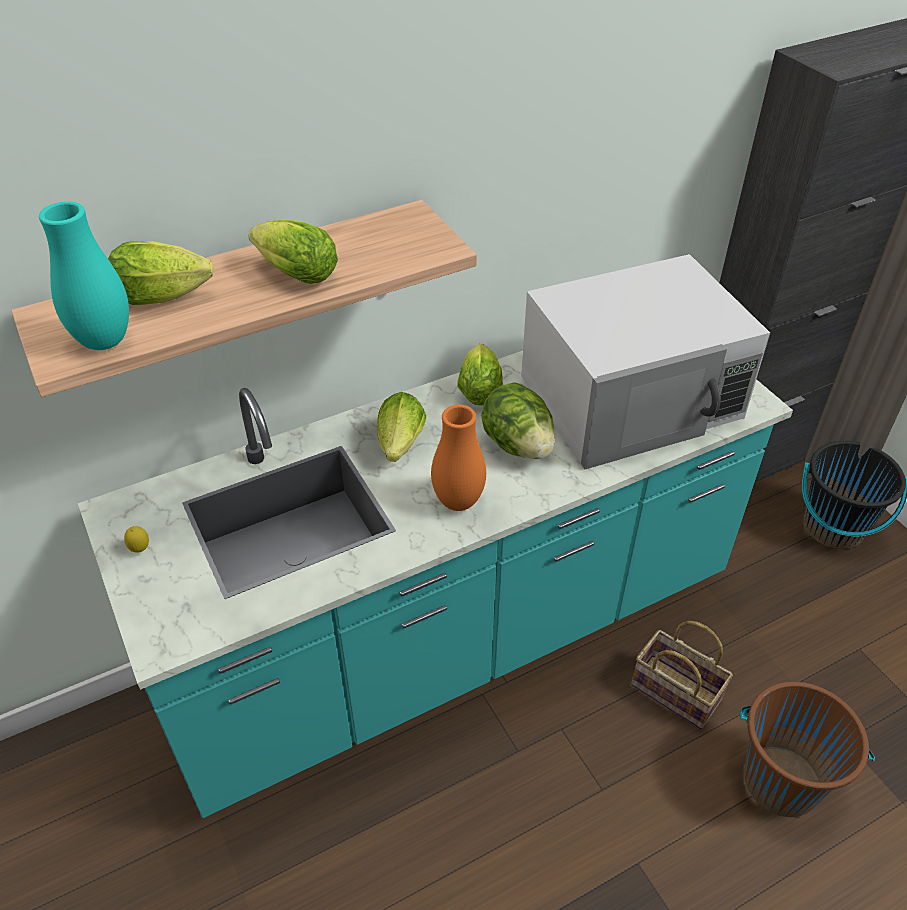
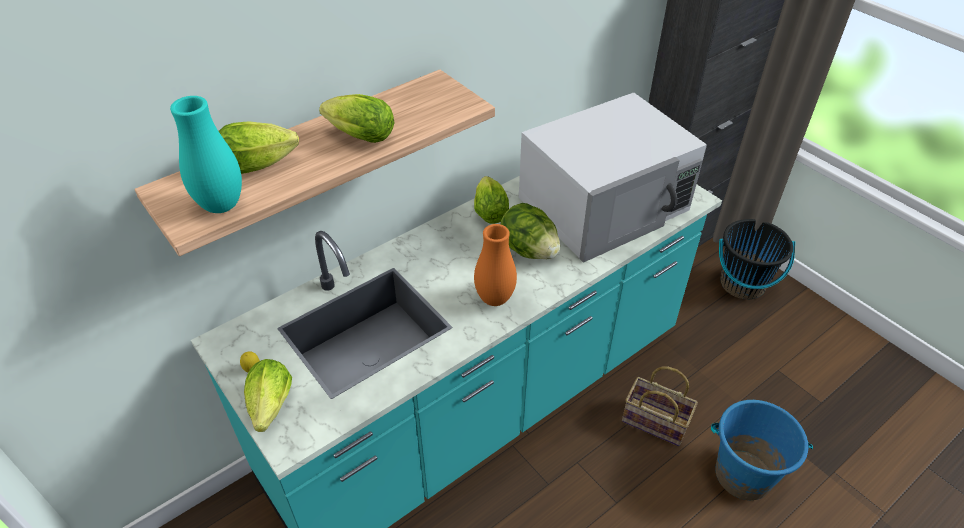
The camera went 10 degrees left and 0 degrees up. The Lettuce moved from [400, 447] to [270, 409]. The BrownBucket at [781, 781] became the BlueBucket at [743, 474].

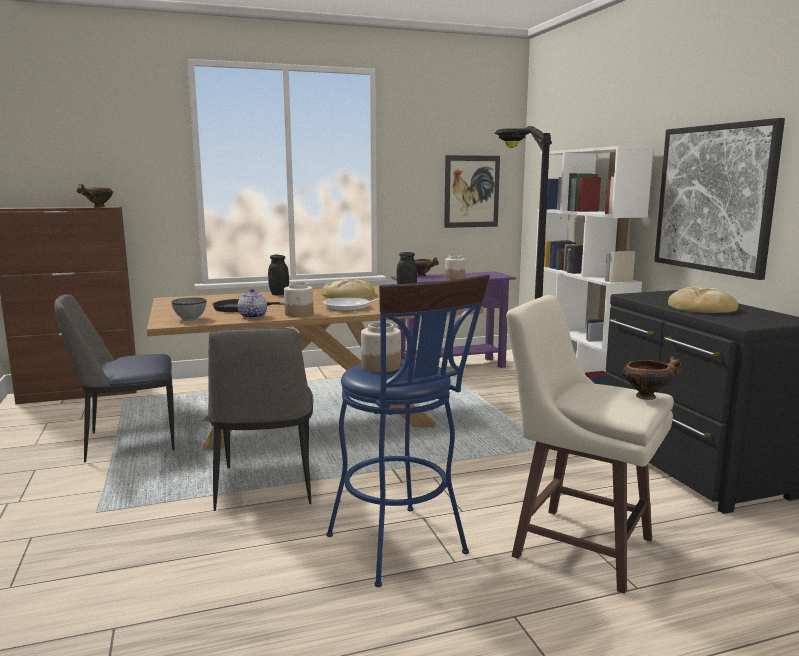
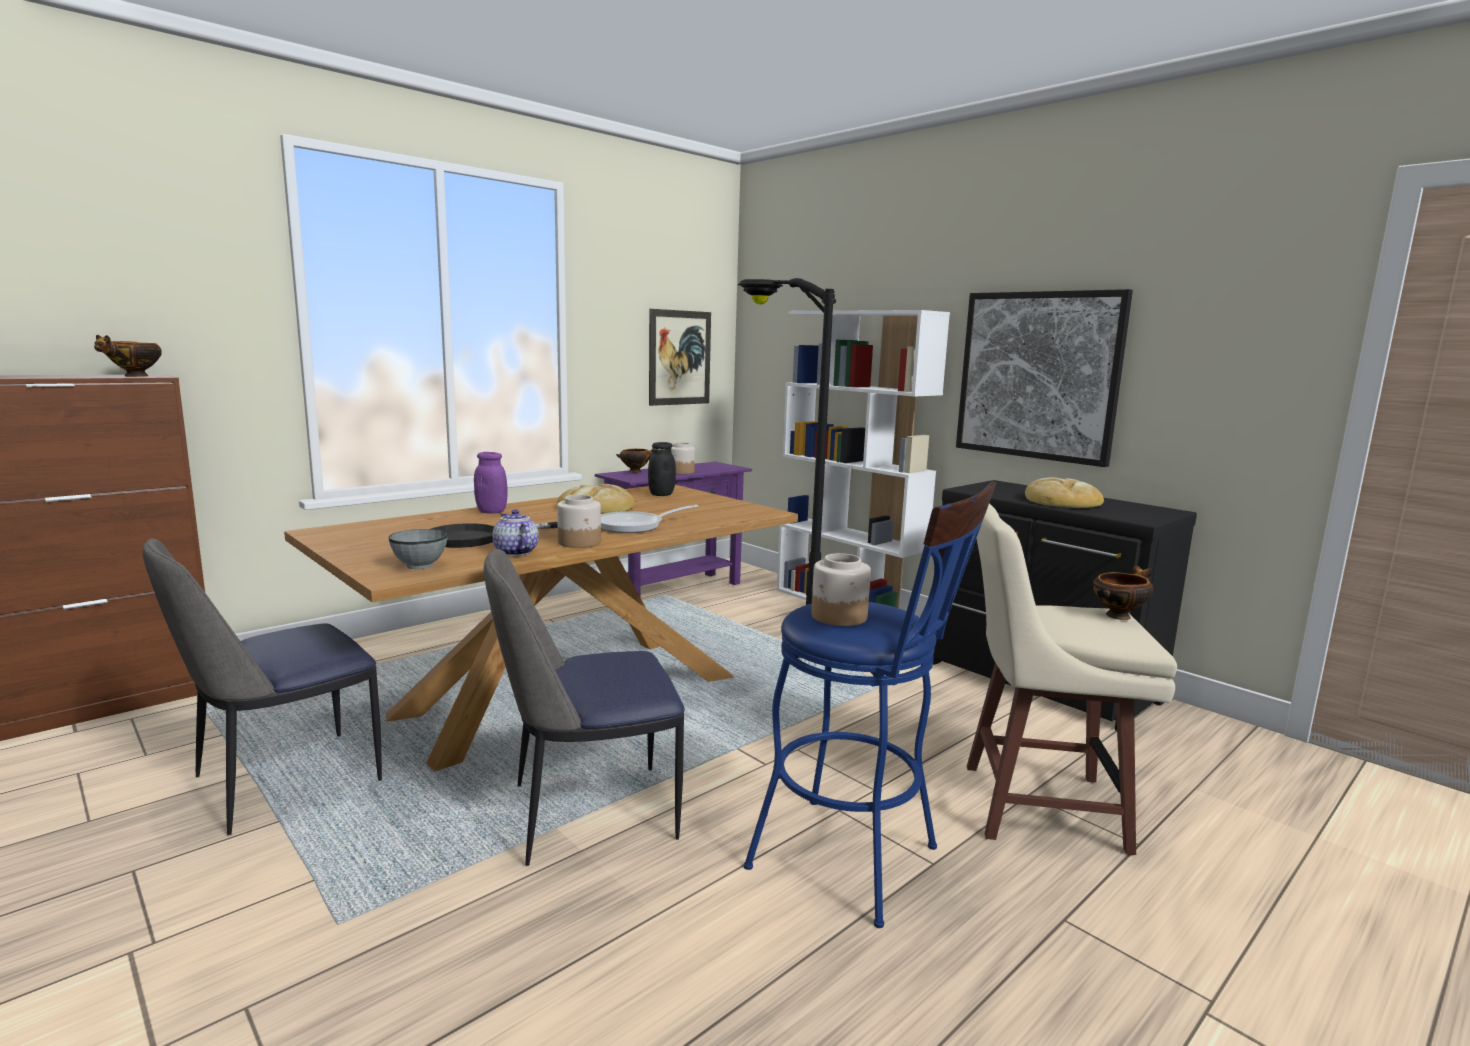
The camera went 25 degrees left and 0 degrees up. The BlackJar at [279, 294] became the PurpleJar at [491, 511]. The Chair at [265, 487] turned 105 degrees clockwise.

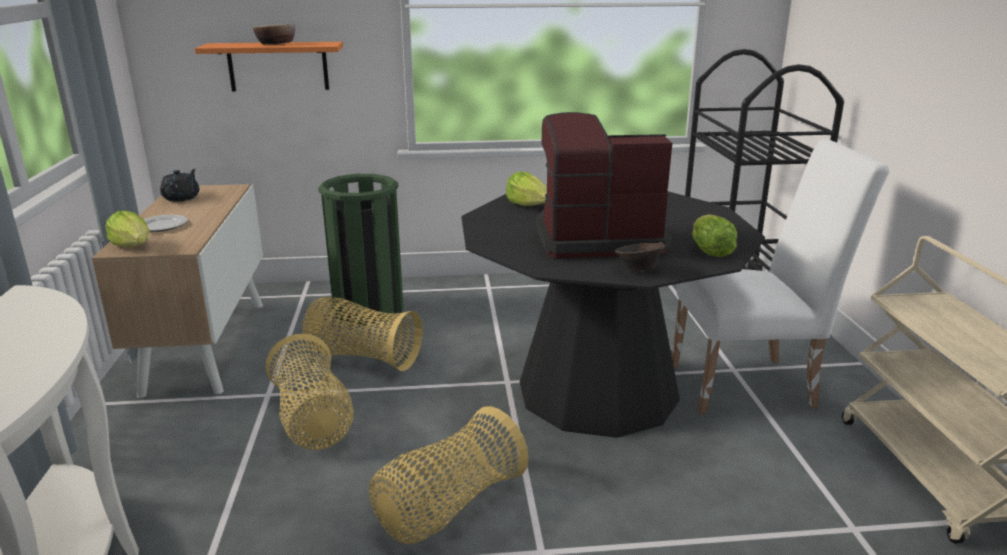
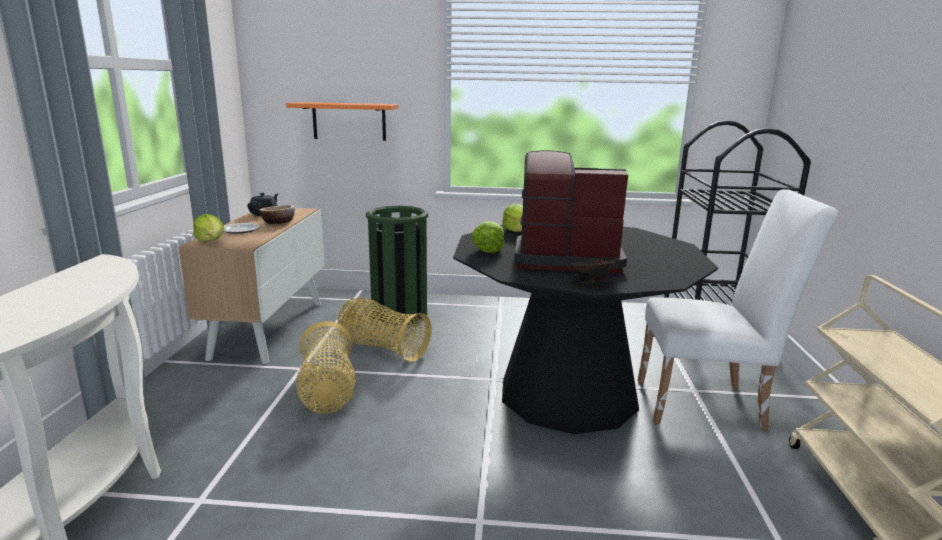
The camera went 10 degrees right and 5 degrees down. The Bowl moved from [276, 44] to [278, 222]. The Lettuce moved from [709, 250] to [488, 249]. The Basket at [448, 507] disappeared.

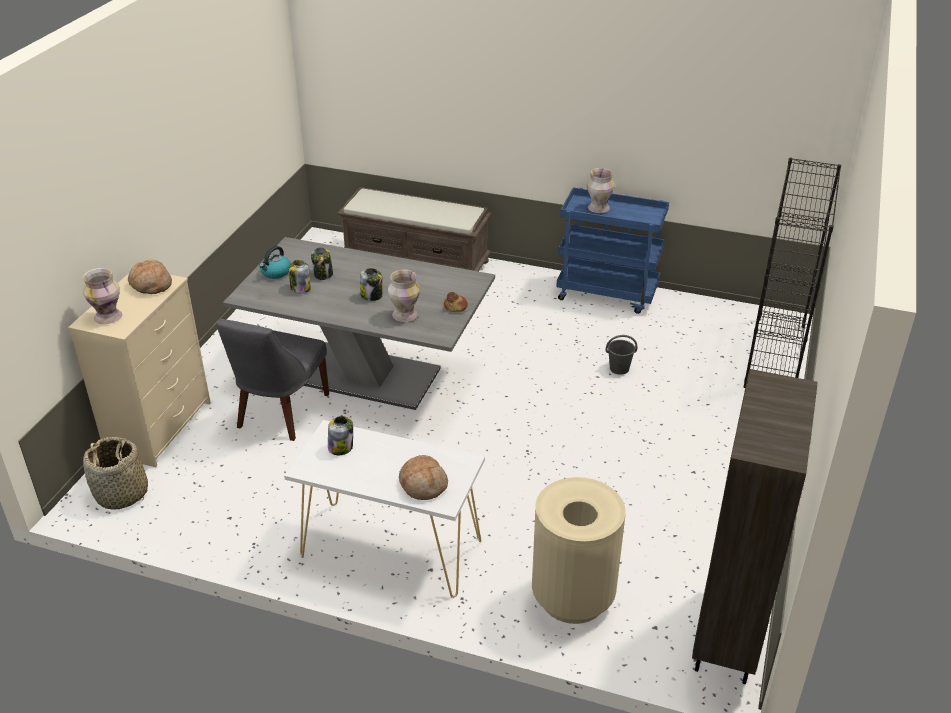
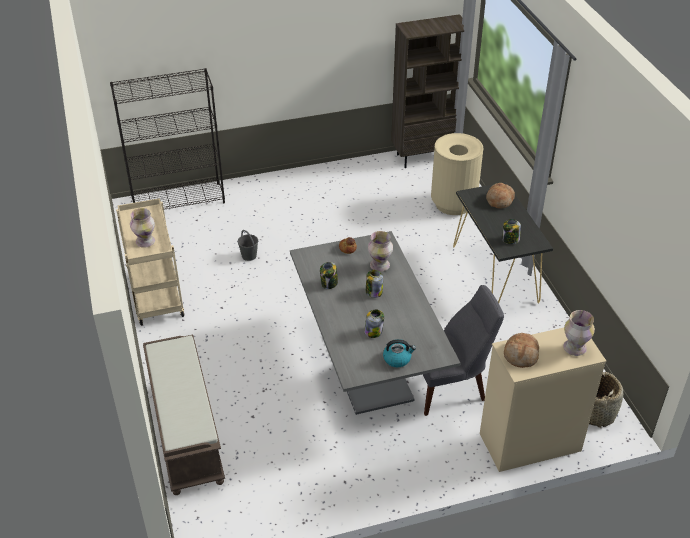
The camera went 125 degrees left and 5 degrees up. The BlueCart at [608, 294] became the BeigeCart at [155, 295]. The Jar moved from [300, 288] to [329, 283]. The WhiteConsoleTable at [390, 548] became the BlackConsoleTable at [495, 274].

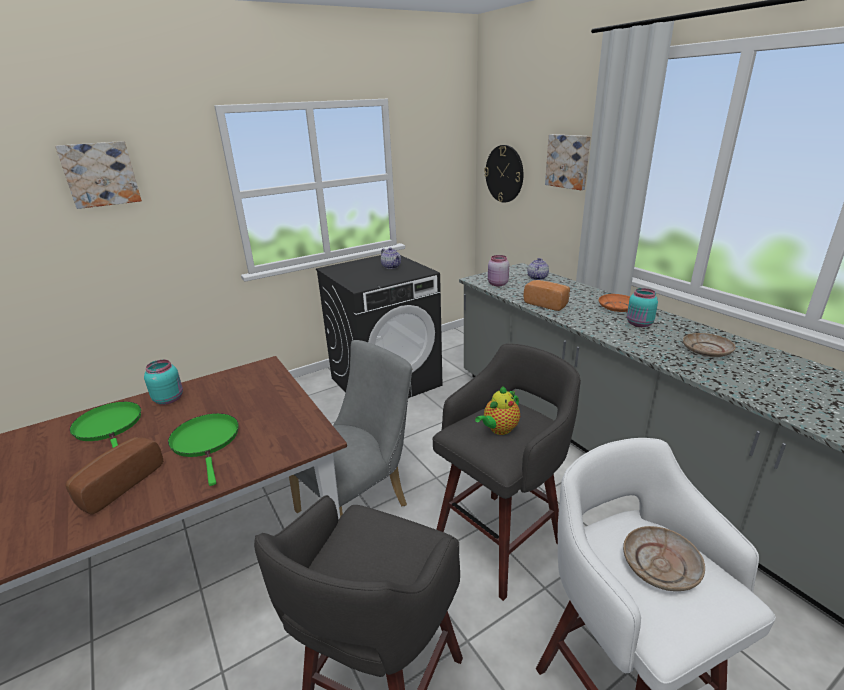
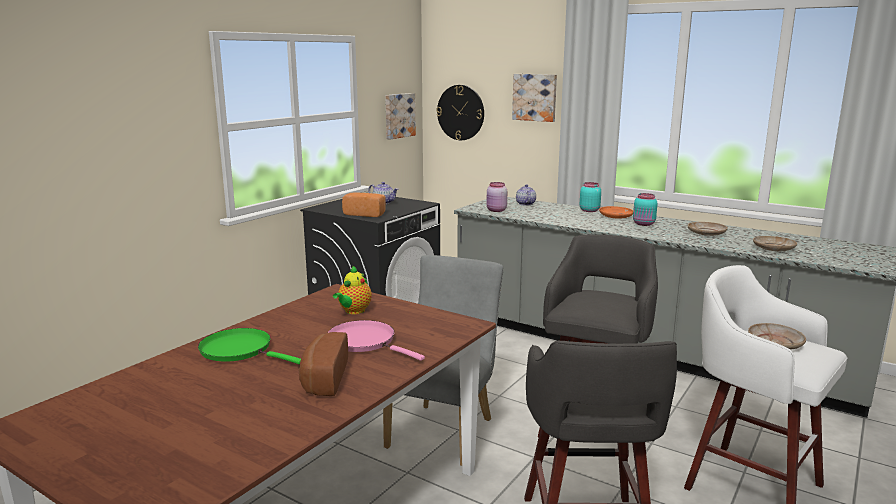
The camera went 25 degrees left and 10 degrees down. The GreenFryingPan at [206, 441] became the PinkFryingPan at [365, 342]. The Teapot moved from [499, 429] to [353, 311]. The Bread moved from [547, 304] to [365, 214]. The Picture moved from [100, 174] to [398, 115]. The TurquoiseJar moved from [169, 399] to [589, 210]. The BeigePlate at [773, 248] appeared.

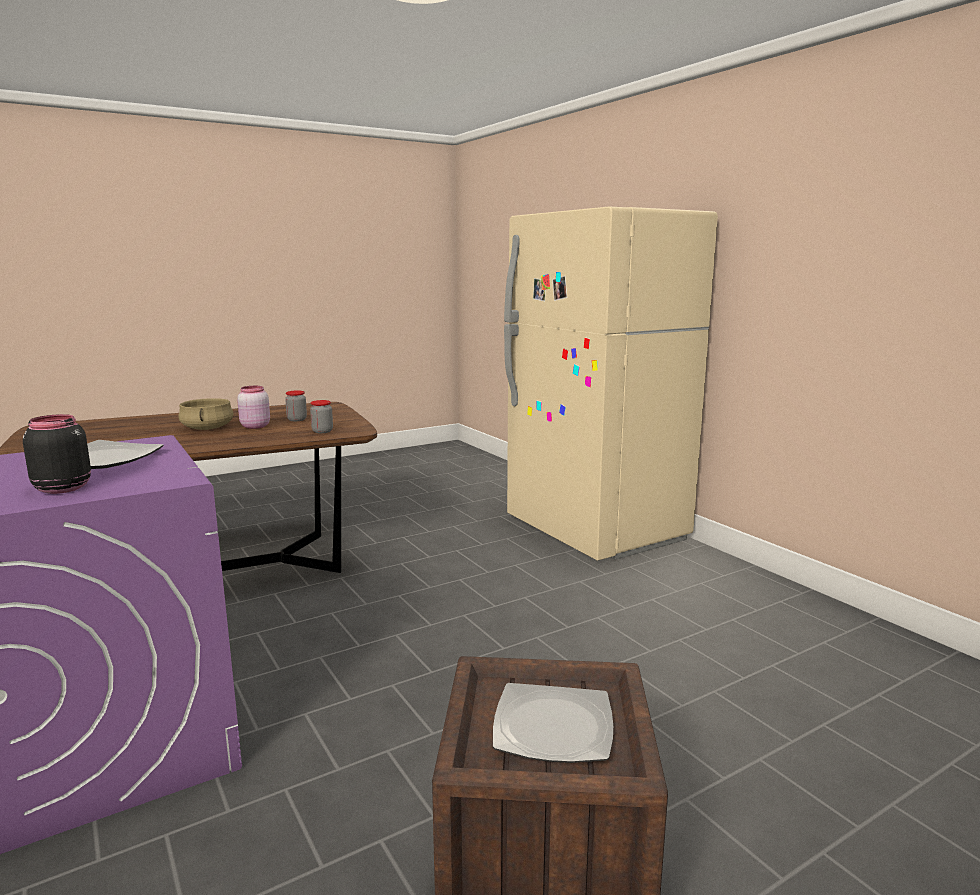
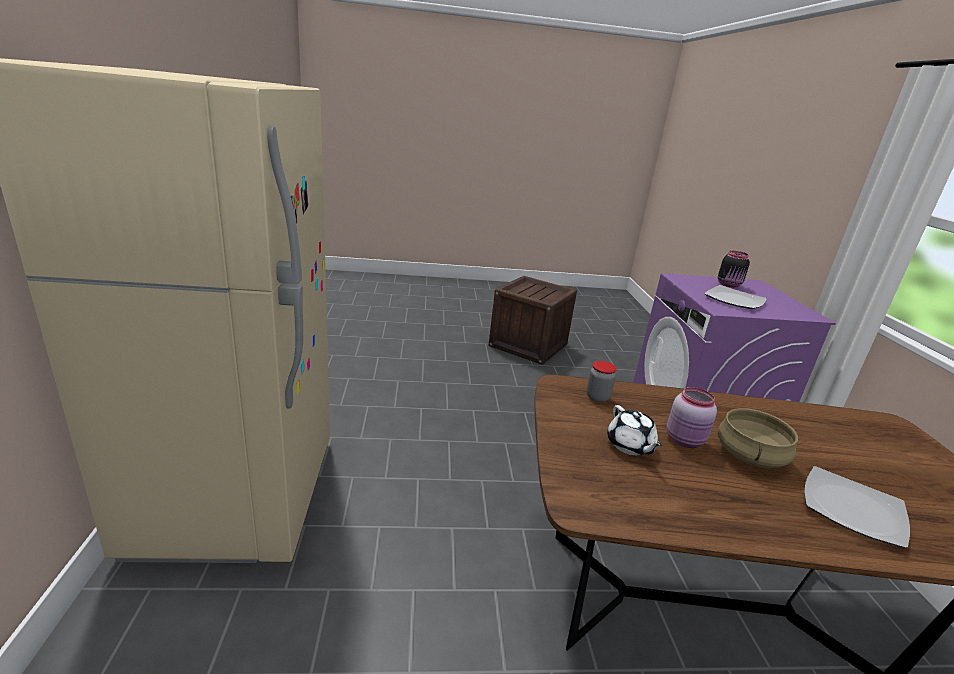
The camera went 155 degrees left and 10 degrees up. The Jar at [297, 419] was replaced by the WhiteTeapot at [630, 446]. The Plate moved from [552, 726] to [853, 510].

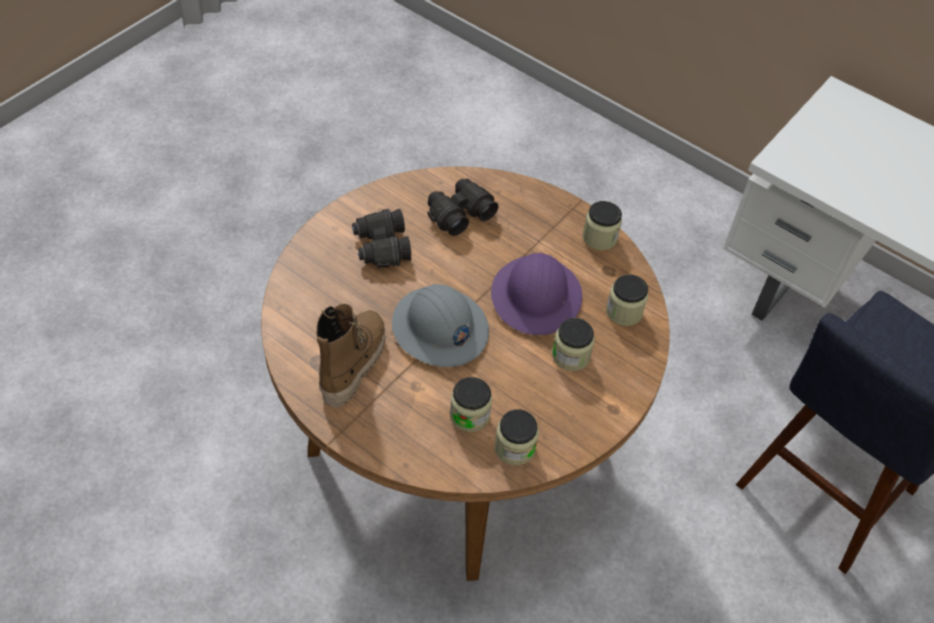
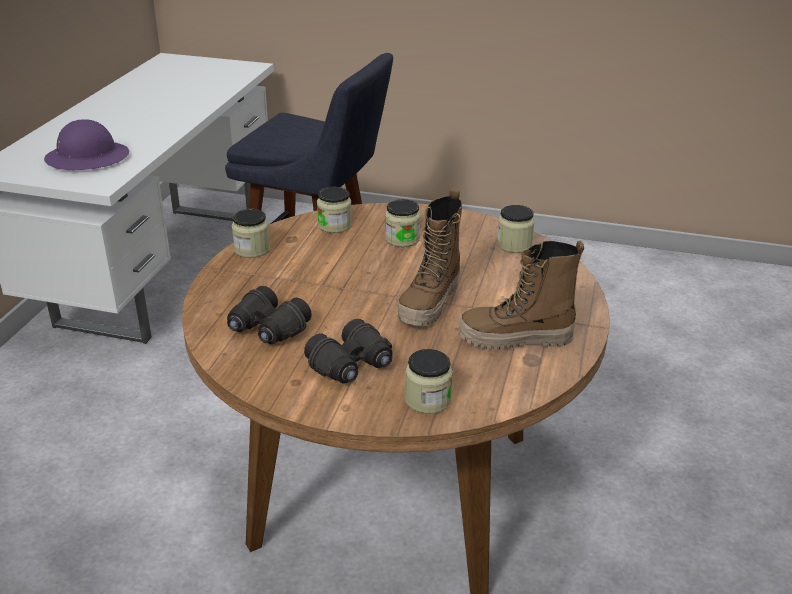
The camera went 110 degrees left and 20 degrees down. The PurpleHardHat moved from [536, 296] to [87, 158]. The GreyHardHat at [439, 329] was replaced by the Boot at [430, 304]. The Jar moved from [469, 415] to [428, 400].

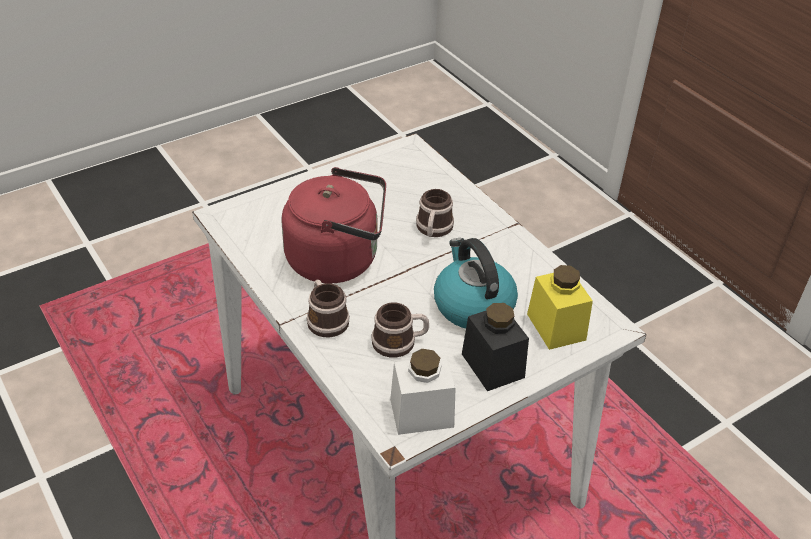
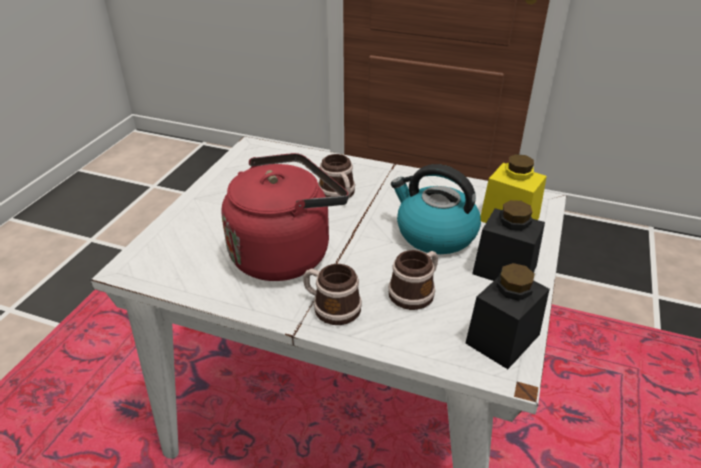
The camera went 35 degrees left and 5 degrees down. The WhiteJar at [421, 413] became the BlackJar at [502, 339].

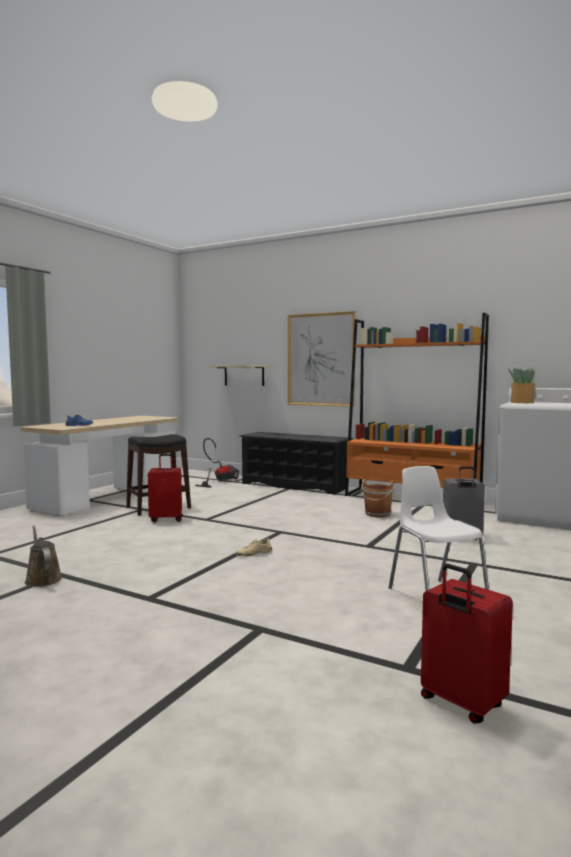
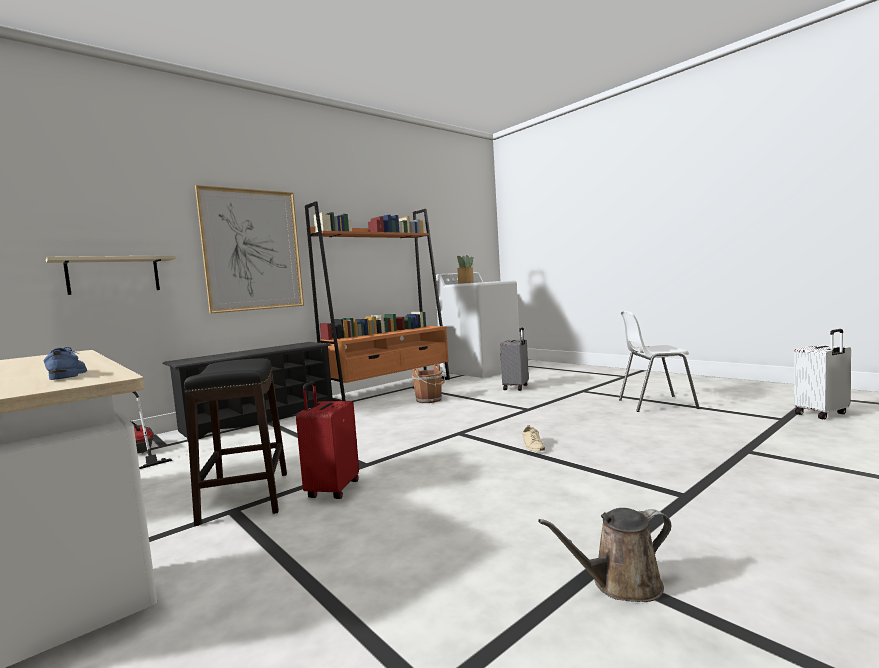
The camera went 70 degrees left and 0 degrees up. The RedSuitcase at [461, 704] became the WhiteSuitcase at [822, 414].

